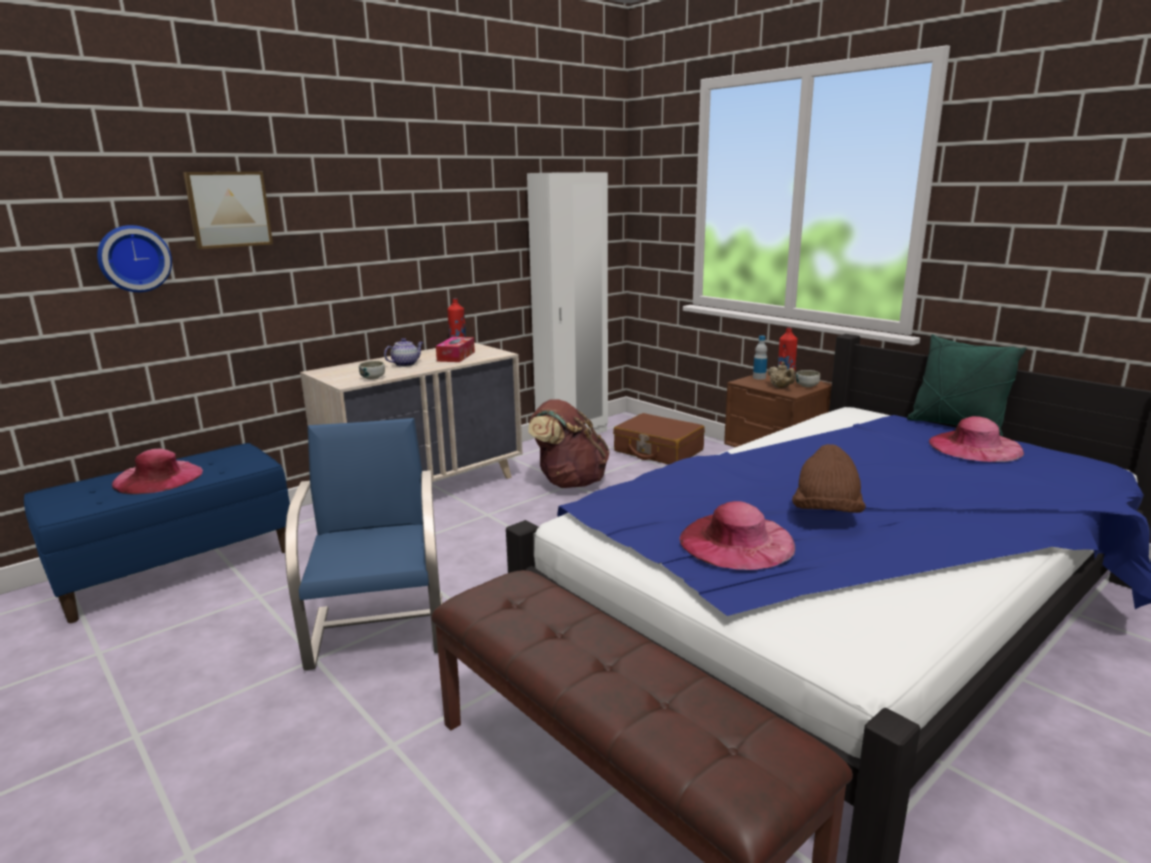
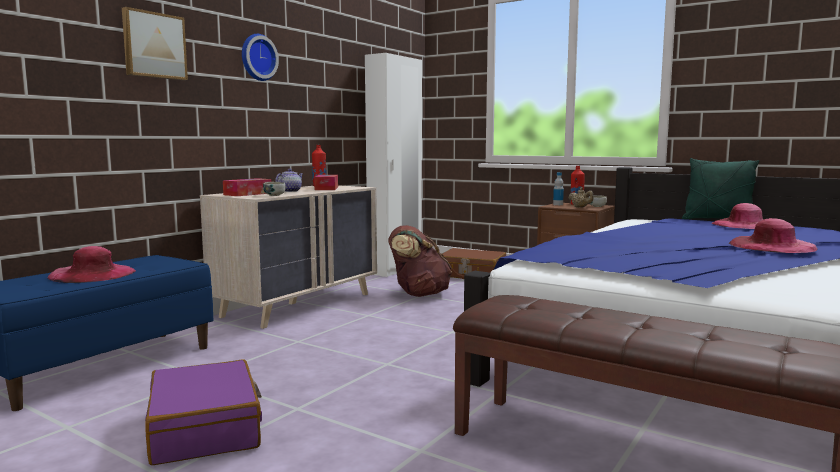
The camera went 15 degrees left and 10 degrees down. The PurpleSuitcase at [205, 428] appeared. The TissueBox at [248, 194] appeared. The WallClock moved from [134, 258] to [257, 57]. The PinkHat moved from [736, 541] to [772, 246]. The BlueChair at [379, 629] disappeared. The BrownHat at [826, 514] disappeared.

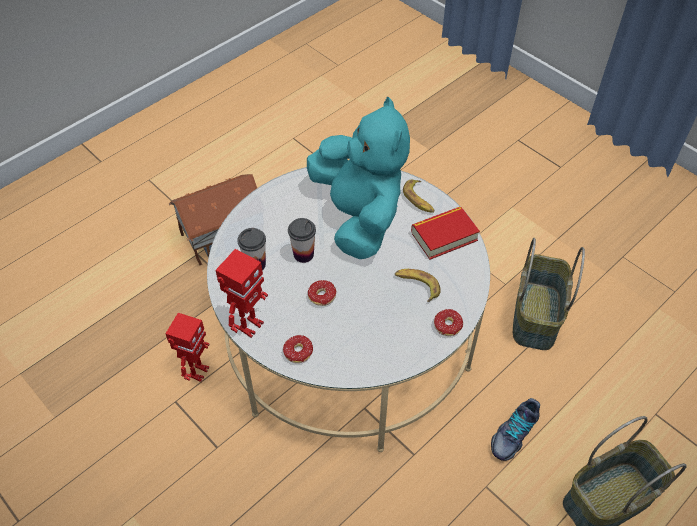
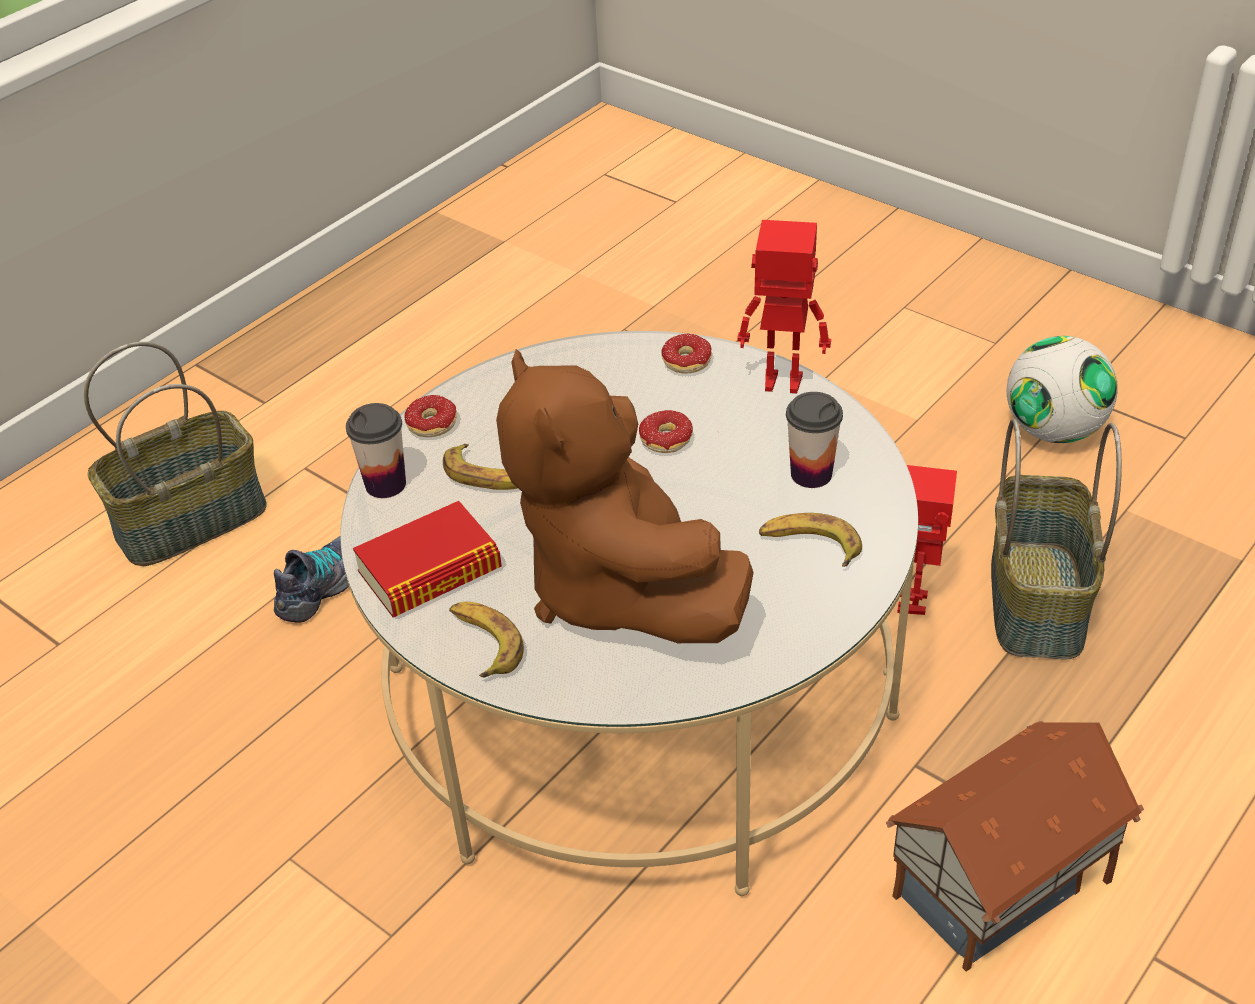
The camera went 175 degrees right and 10 degrees down. The Cup moved from [303, 254] to [385, 484]. The TurquoisePlushToy at [359, 217] became the BrownPlushToy at [619, 588]. The ToyRobot at [249, 326] turned 75 degrees clockwise. The Banana at [810, 545] appeared. The Basket moved from [535, 315] to [1039, 601]. The Football at [1054, 430] appeared.

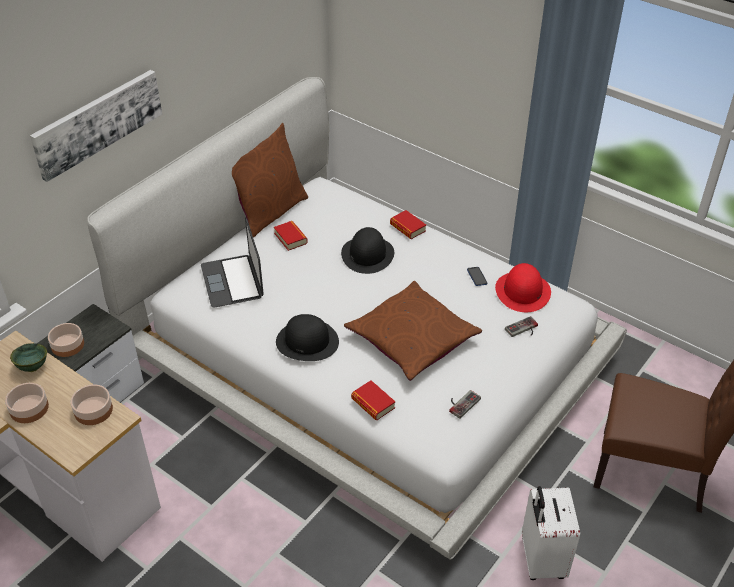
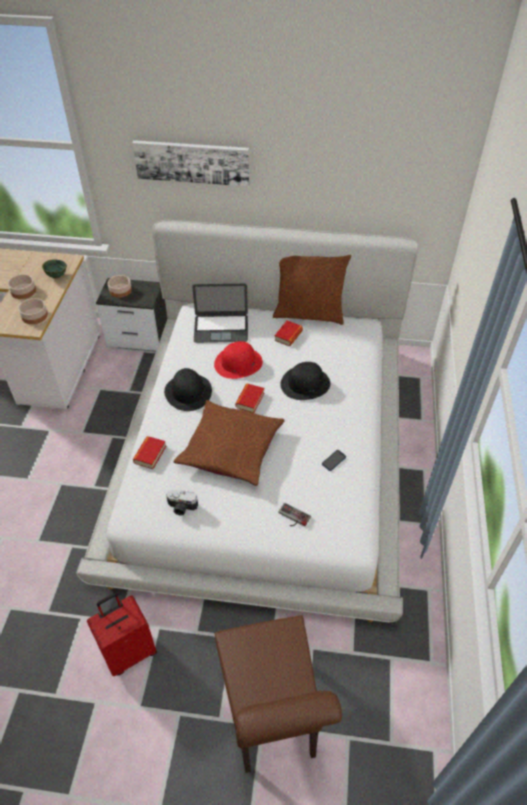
The camera went 60 degrees right and 5 degrees up. The WhiteSuitcase at [541, 559] became the RedSuitcase at [129, 651]. The GameController at [461, 403] was replaced by the PhotoCamera at [181, 508]. The Laptop at [232, 281] turned 135 degrees counterclockwise. The RedHat moved from [523, 291] to [238, 363]. The Book moved from [407, 228] to [250, 400].

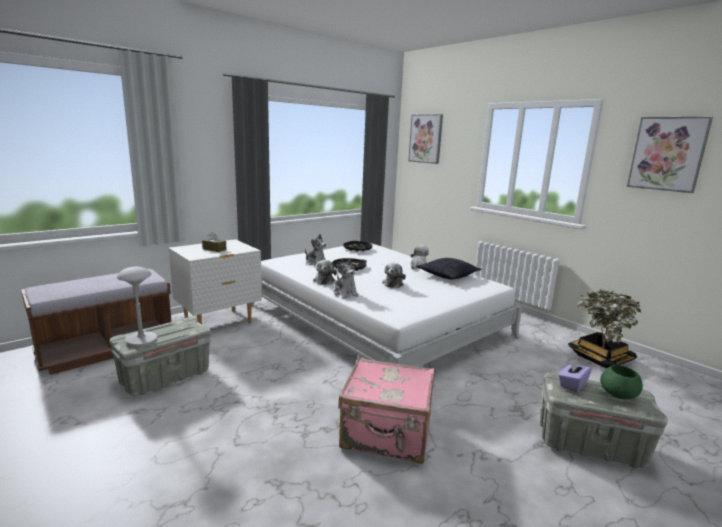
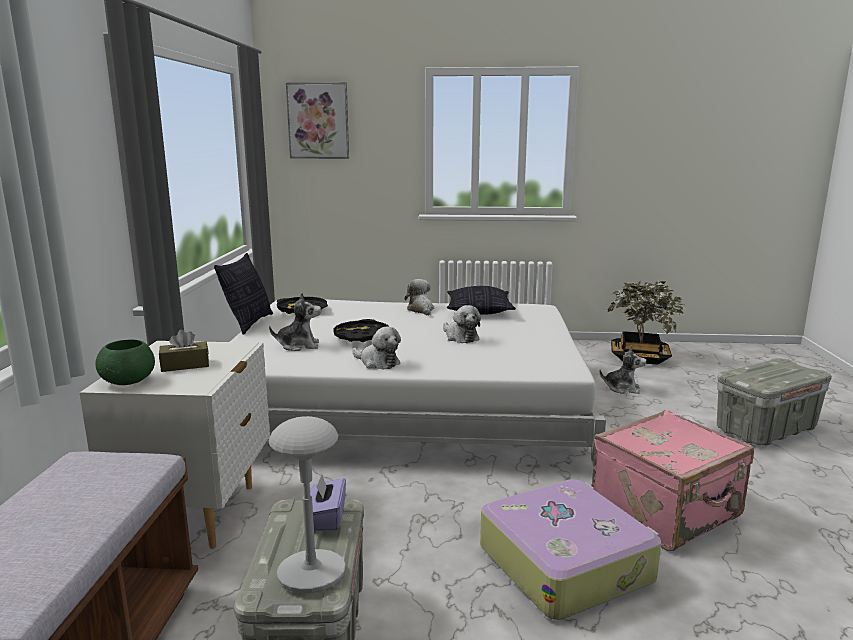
The camera went 45 degrees left and 0 degrees up. The GreenBowl moved from [619, 394] to [129, 381]. The Pillow at [249, 323] appeared. The PurpleTissueBox moved from [572, 385] to [326, 518]. The Suitcase at [565, 562] appeared. The PlushToy moved from [345, 293] to [622, 388]. The Picture at [667, 154] disappeared.

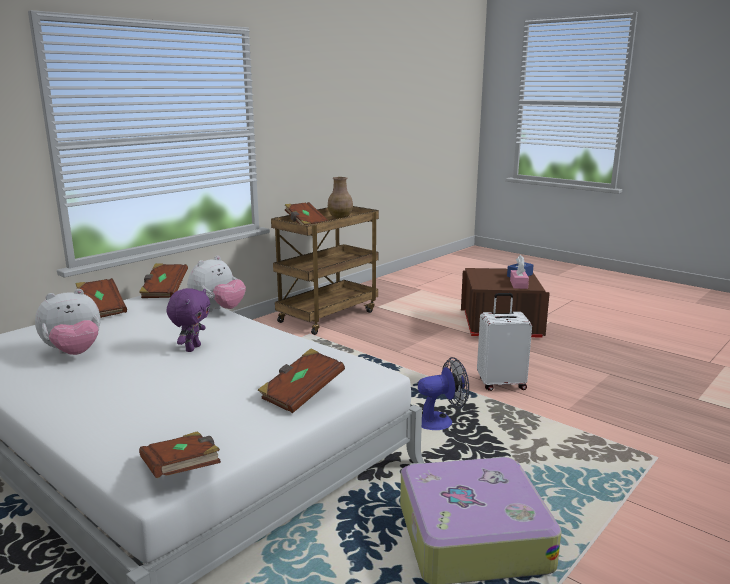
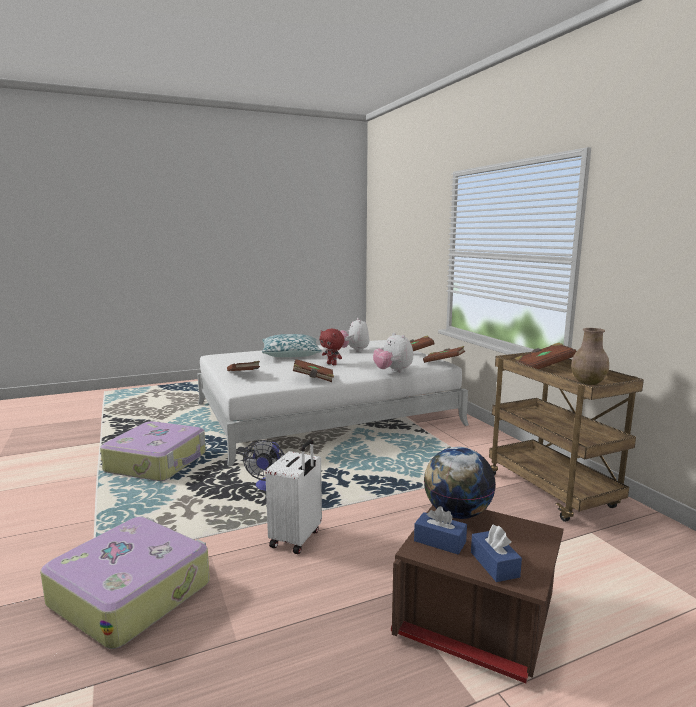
The camera went 115 degrees right and 5 degrees down. The Suitcase at [131, 592] appeared. The Pillow at [291, 354] appeared. The BrownBook moved from [182, 471] to [313, 379]. The PurplePlushToy at [192, 348] became the RedPlushToy at [332, 364]. The PinkTissueBox at [518, 284] became the BlueTissueBox at [440, 541]. The Globe at [457, 513] appeared.

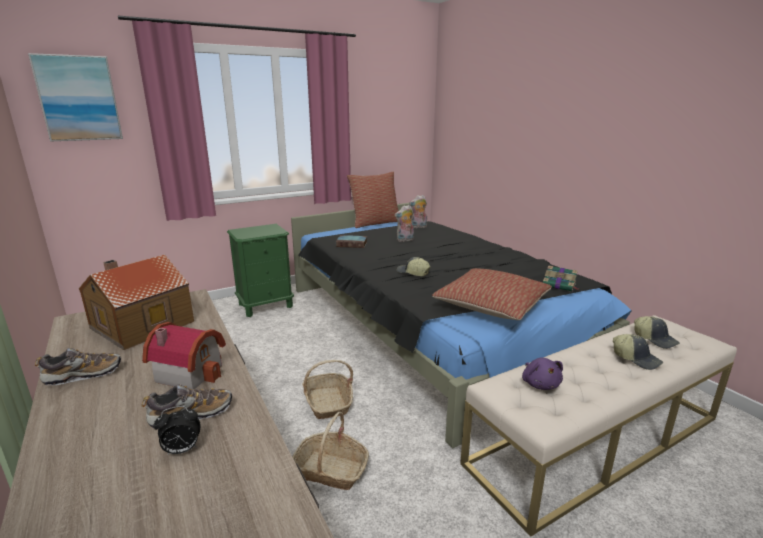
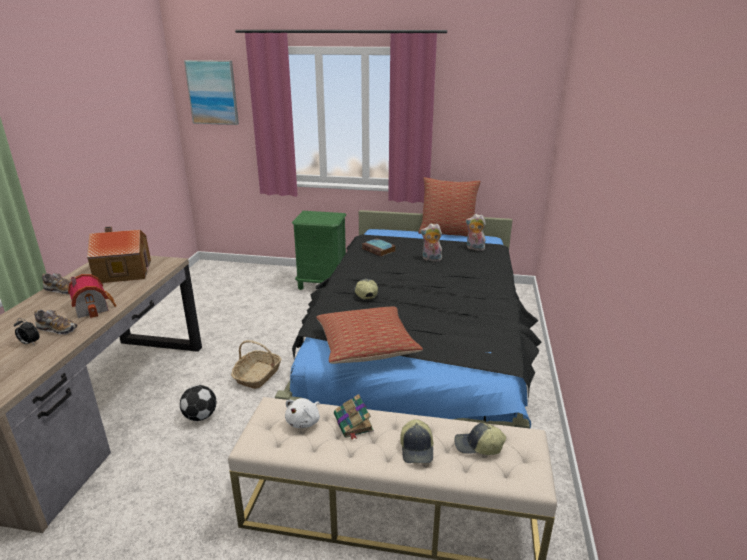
The camera went 40 degrees right and 5 degrees up. The Basket at [331, 470] was replaced by the Football at [200, 417]. The PurplePlushToy at [540, 384] became the WhitePlushToy at [304, 421]. The Book moved from [560, 285] to [353, 423]. The Cap at [655, 339] turned 90 degrees clockwise.

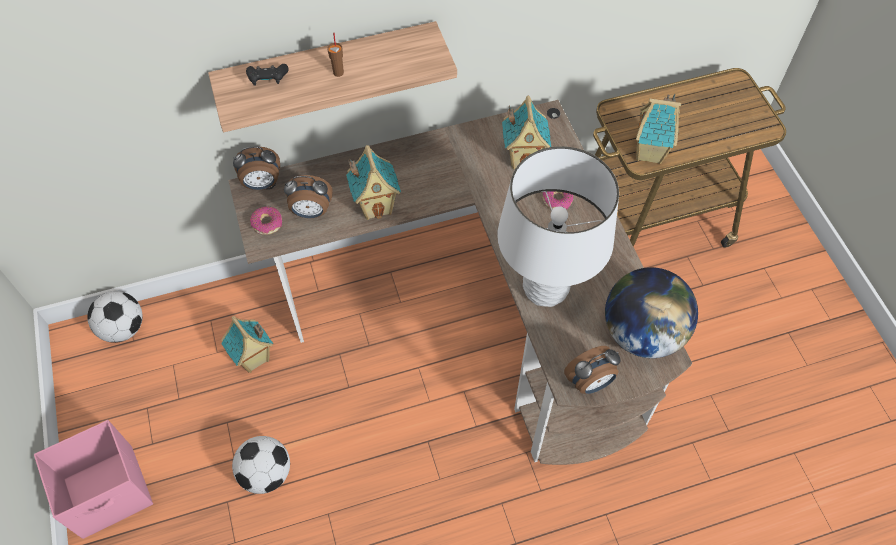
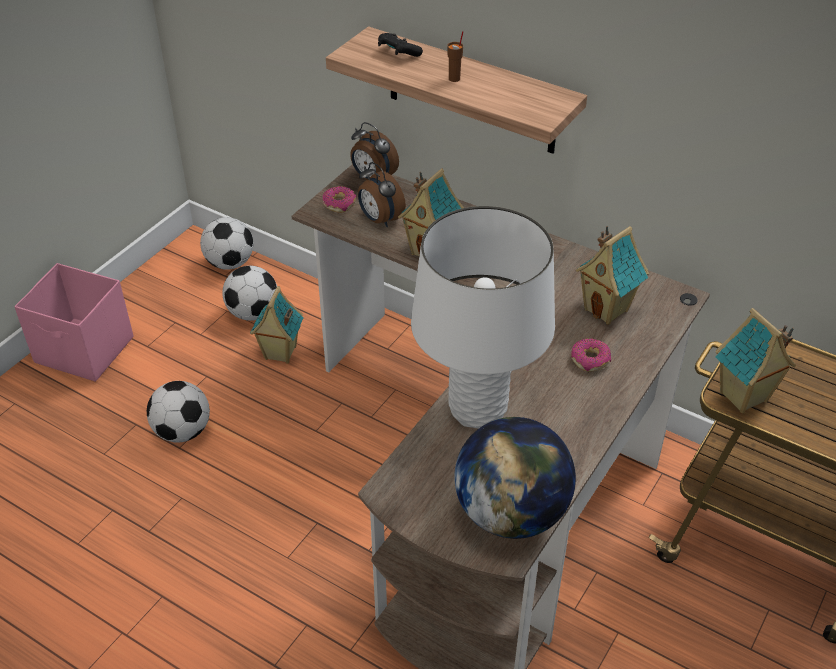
The camera went 50 degrees right and 15 degrees down. The Football at [253, 313] appeared. The AlarmClock at [589, 382] disappeared.

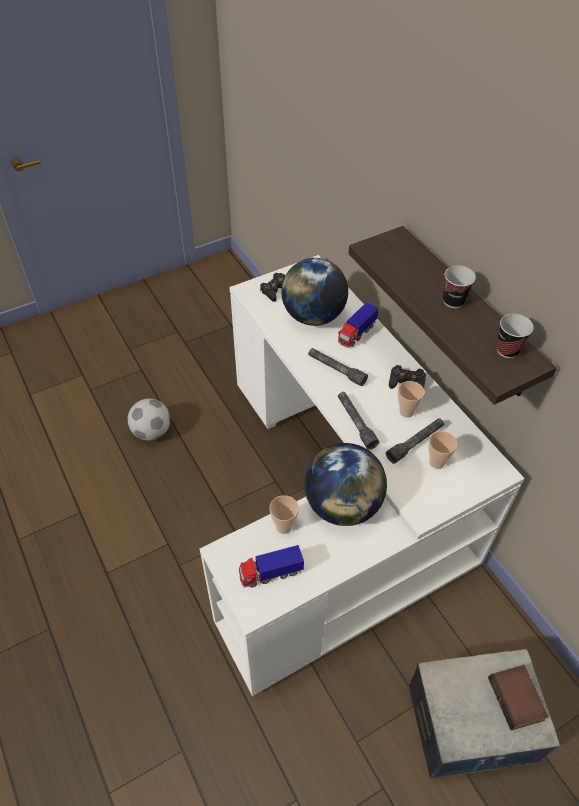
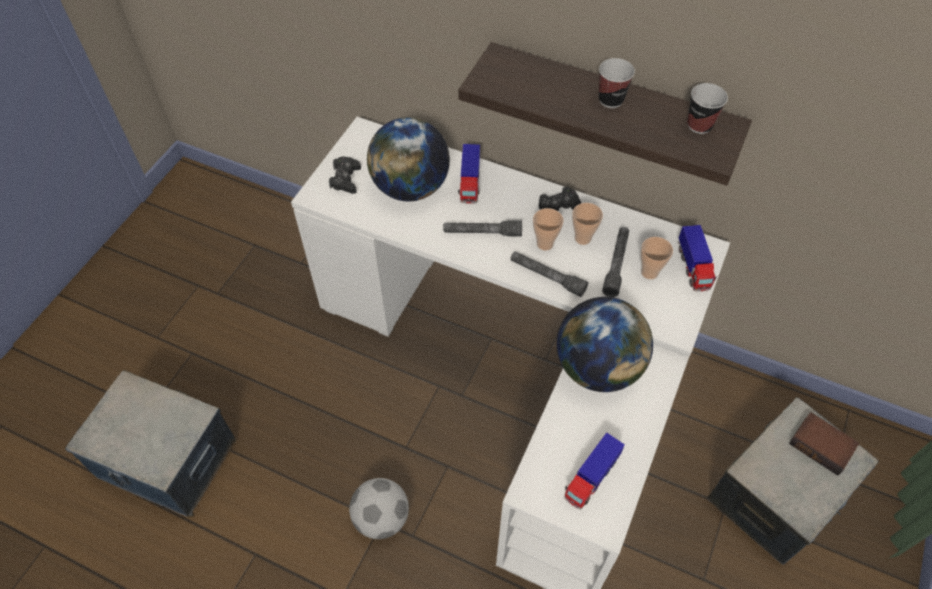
The camera went 35 degrees left and 5 degrees up. The StorageBox at [167, 460] appeared. The Football moved from [152, 432] to [381, 517]. The Cup moved from [284, 526] to [545, 243]. The ToyTruck at [693, 267] appeared.

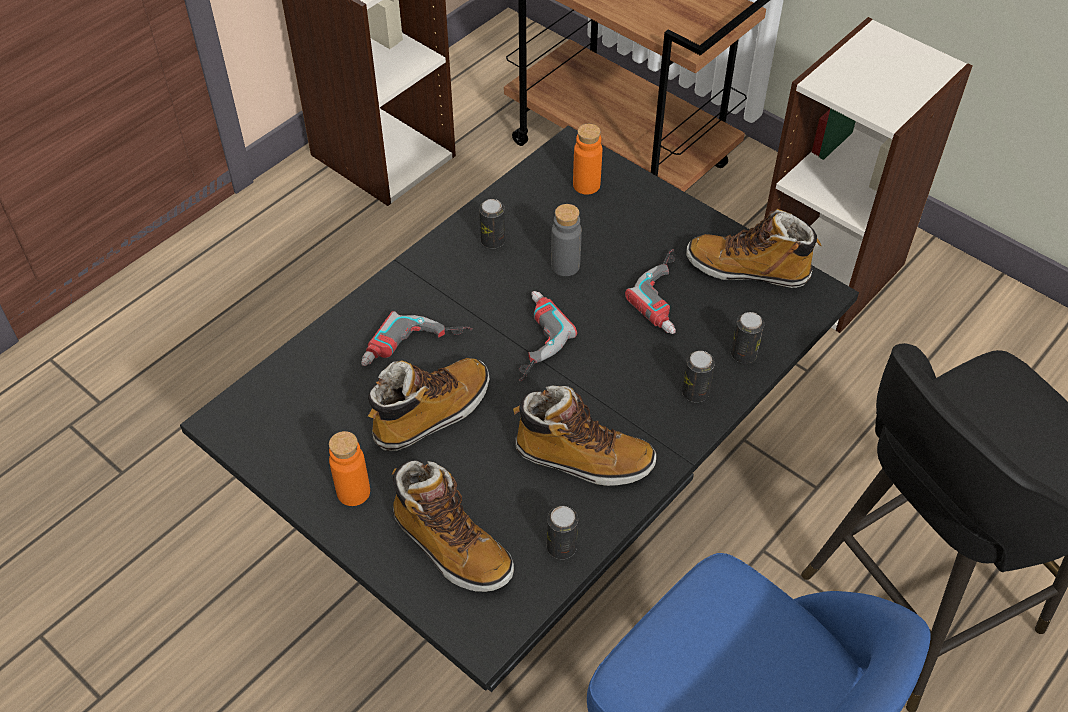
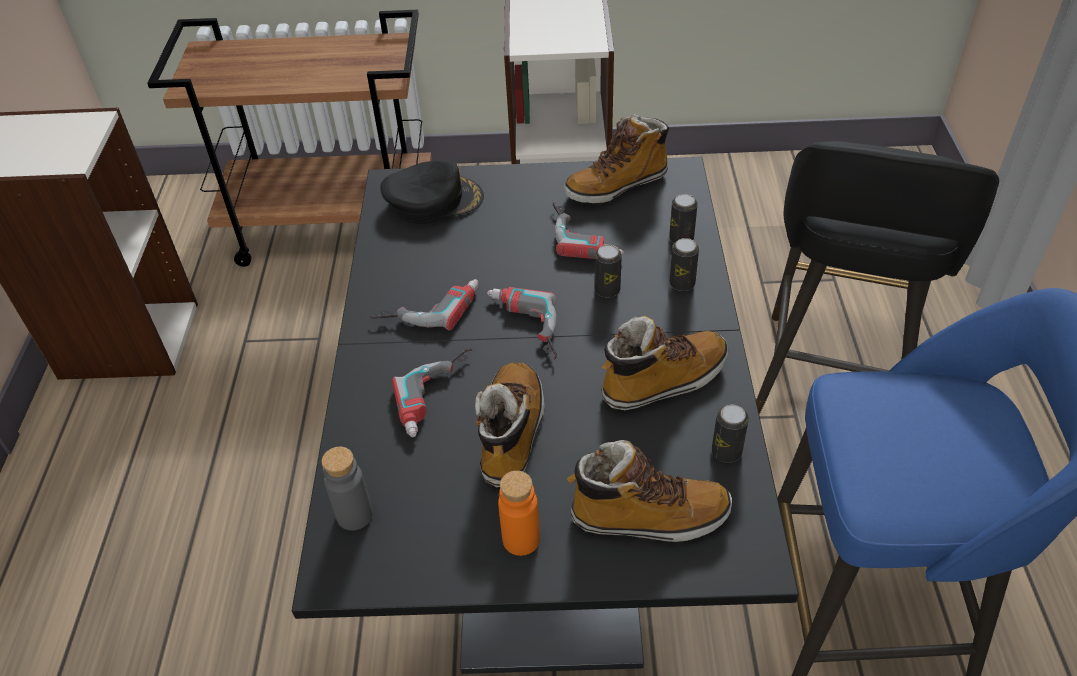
The camera went 40 degrees left and 5 degrees down. The GreyBottle moved from [565, 265] to [354, 515]. The PowerDrill at [428, 305] appeared. The OrangeBottle at [586, 185] was replaced by the BlackCap at [433, 200]. The Can moved from [493, 241] to [607, 290].

